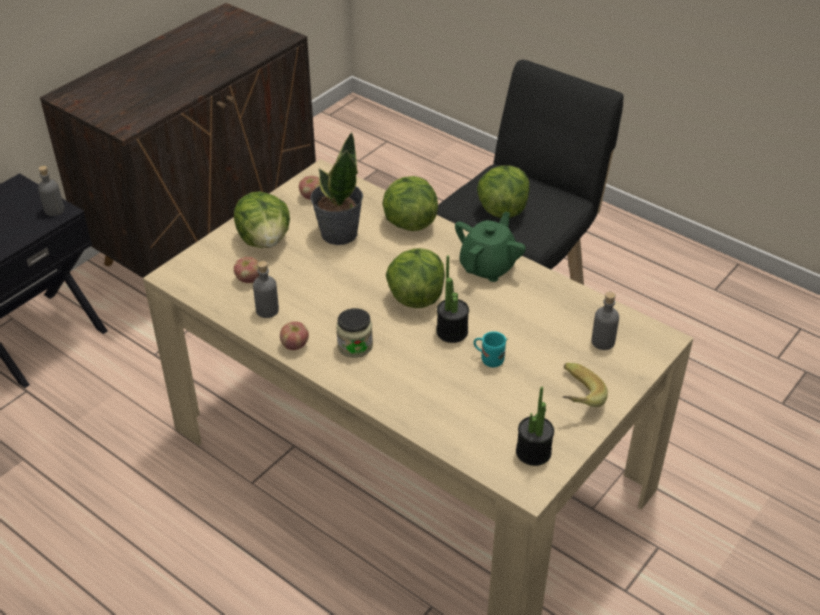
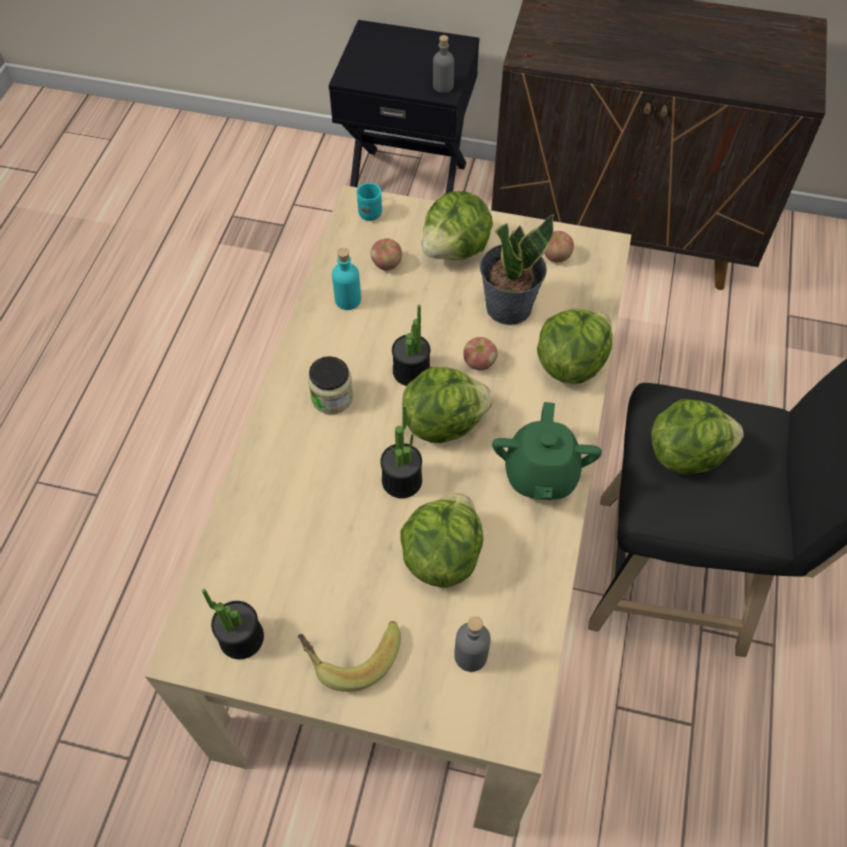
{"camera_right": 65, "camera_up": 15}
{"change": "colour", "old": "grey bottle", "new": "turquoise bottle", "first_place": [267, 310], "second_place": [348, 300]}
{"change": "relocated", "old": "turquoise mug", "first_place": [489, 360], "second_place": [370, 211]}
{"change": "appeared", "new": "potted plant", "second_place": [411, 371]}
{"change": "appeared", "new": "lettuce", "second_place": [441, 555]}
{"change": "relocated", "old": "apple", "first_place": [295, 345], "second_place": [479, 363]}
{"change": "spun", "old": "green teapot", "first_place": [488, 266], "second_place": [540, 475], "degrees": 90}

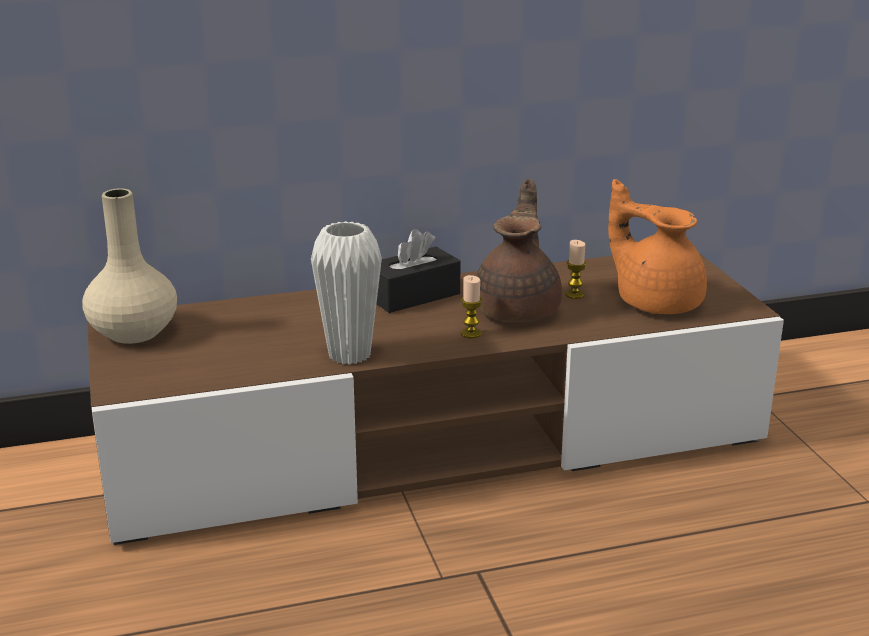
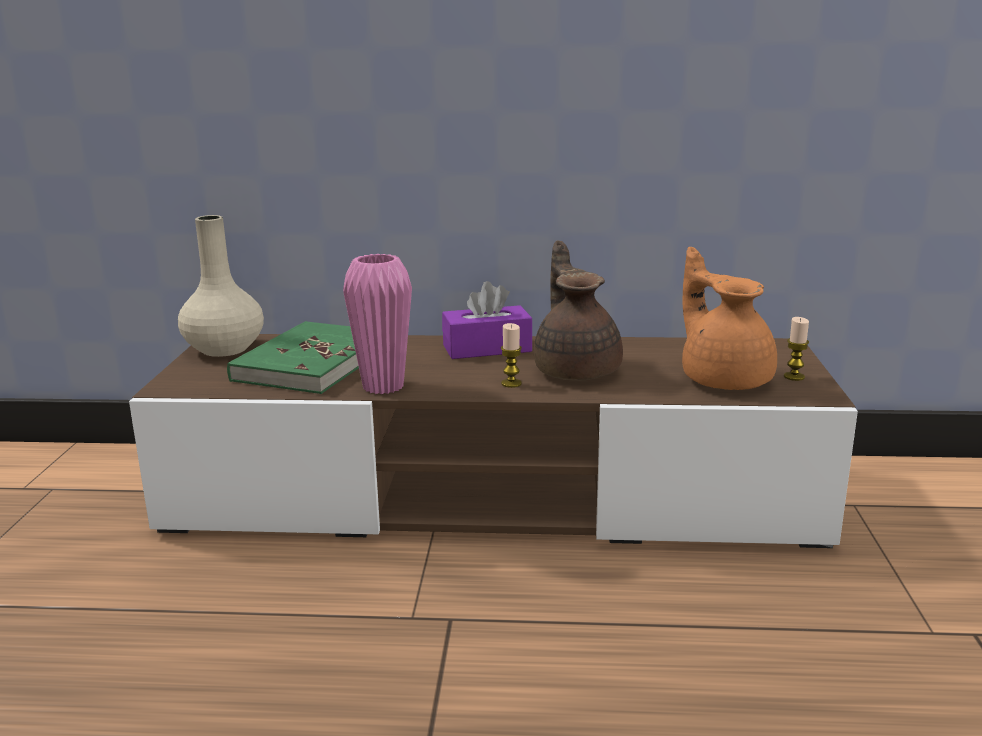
{"camera_right": 20, "camera_up": -5}
{"change": "appeared", "new": "green book", "second_place": [312, 363]}
{"change": "colour", "old": "white vase", "new": "pink vase", "first_place": [349, 355], "second_place": [383, 386]}
{"change": "colour", "old": "black tissue box", "new": "purple tissue box", "first_place": [413, 295], "second_place": [487, 348]}
{"change": "spun", "old": "brown teapot", "first_place": [519, 310], "second_place": [576, 370], "degrees": -45}
{"change": "relocated", "old": "candle", "first_place": [574, 295], "second_place": [794, 377]}

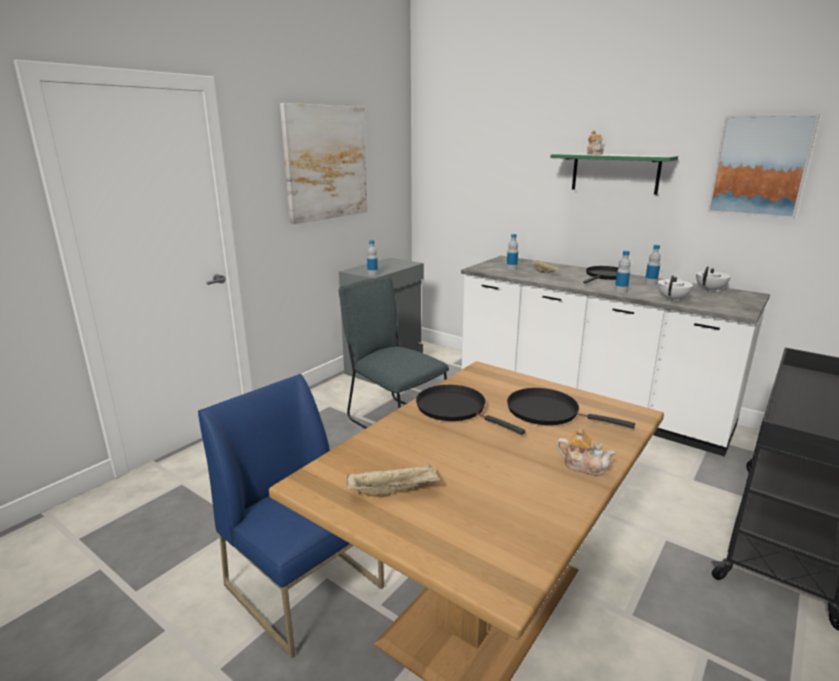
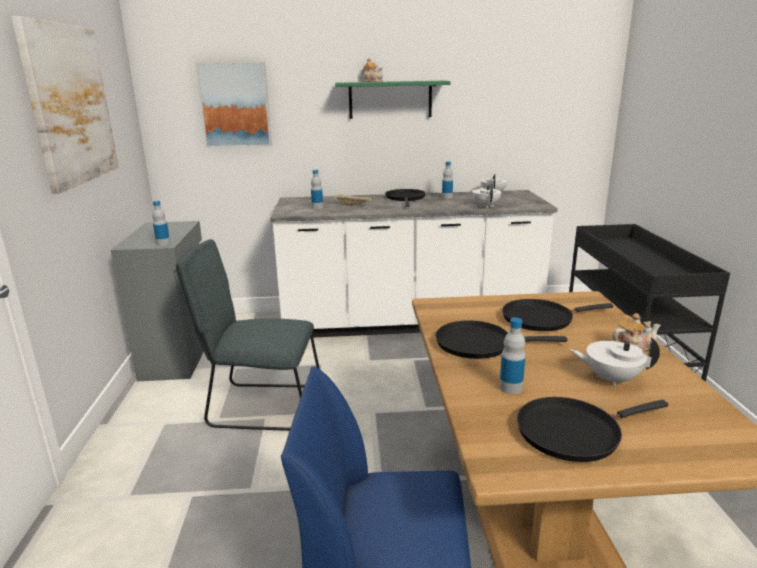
{"camera_right": -40, "camera_up": 0}
{"change": "relocated", "old": "picture", "first_place": [760, 166], "second_place": [235, 105]}
{"change": "relocated", "old": "bottle", "first_place": [620, 291], "second_place": [510, 388]}
{"change": "exchanged", "old": "beige tray", "new": "black frying pan", "first_place": [394, 491], "second_place": [573, 432]}
{"change": "appeared", "new": "white teapot", "second_place": [611, 378]}

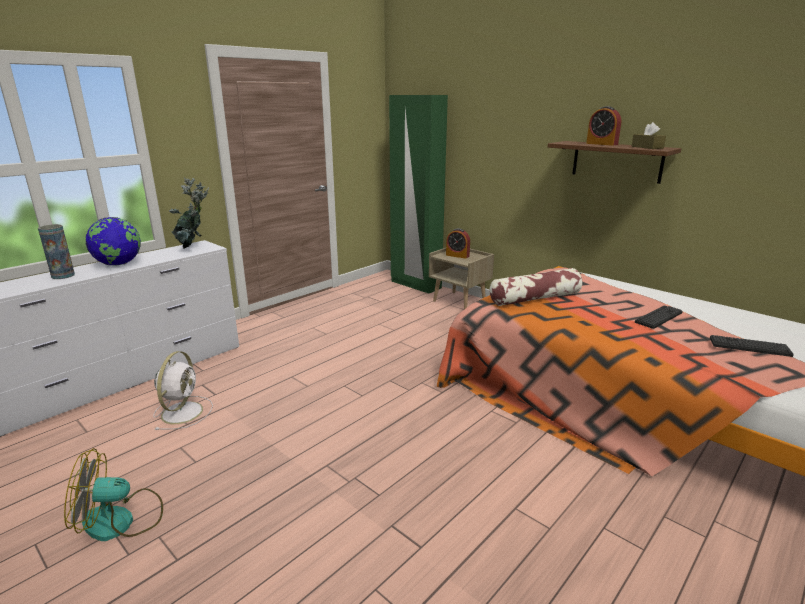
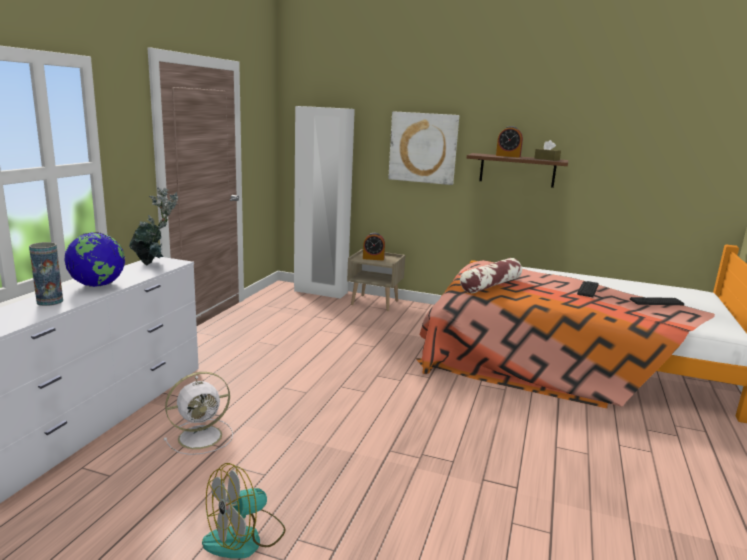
{"camera_right": -25, "camera_up": -5}
{"change": "spun", "old": "white fan", "first_place": [183, 411], "second_place": [202, 436], "degrees": 75}
{"change": "colour", "old": "green wardrobe", "new": "white wardrobe", "first_place": [415, 285], "second_place": [320, 292]}
{"change": "appeared", "new": "picture", "second_place": [423, 148]}

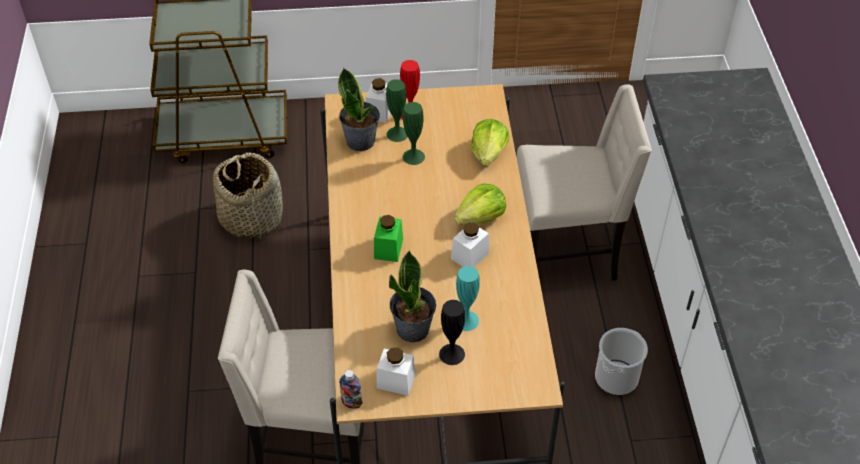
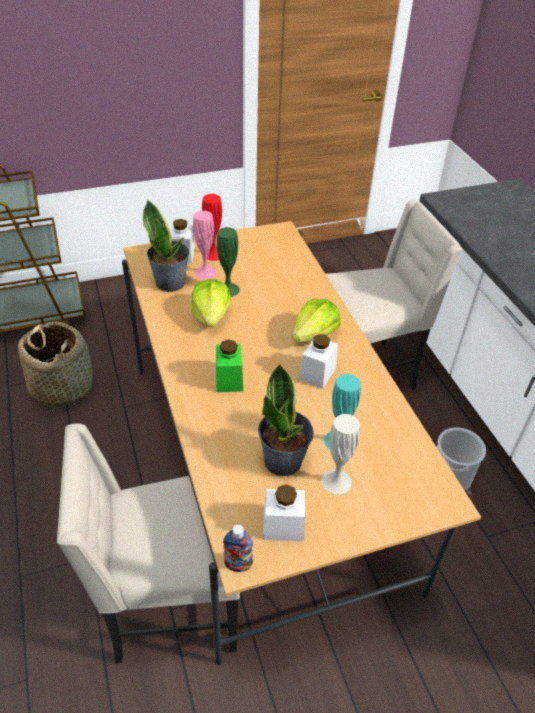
{"camera_right": -15, "camera_up": -5}
{"change": "relocated", "old": "lettuce", "first_place": [489, 152], "second_place": [211, 315]}
{"change": "colour", "old": "green vase", "new": "pink vase", "first_place": [397, 134], "second_place": [205, 272]}
{"change": "colour", "old": "black vase", "new": "white vase", "first_place": [452, 354], "second_place": [336, 481]}

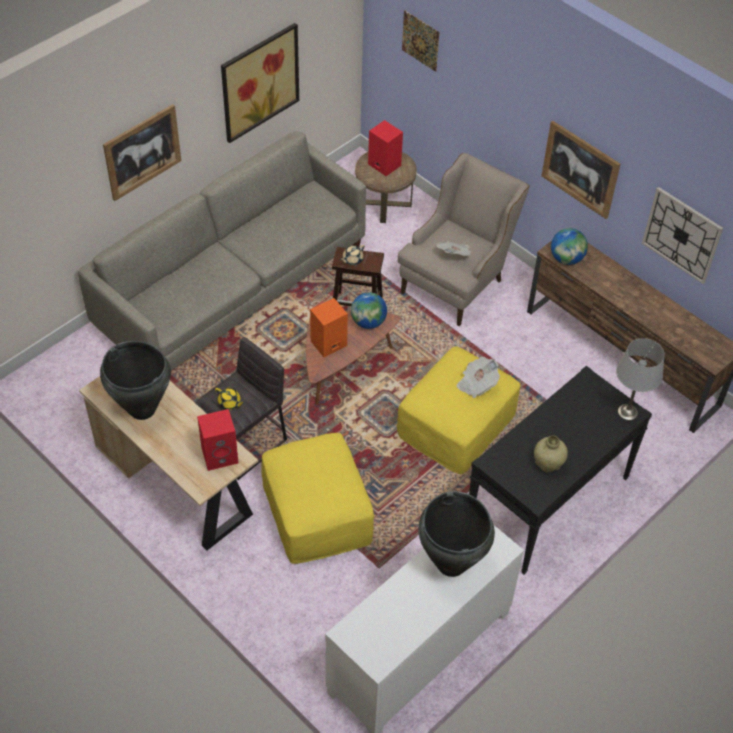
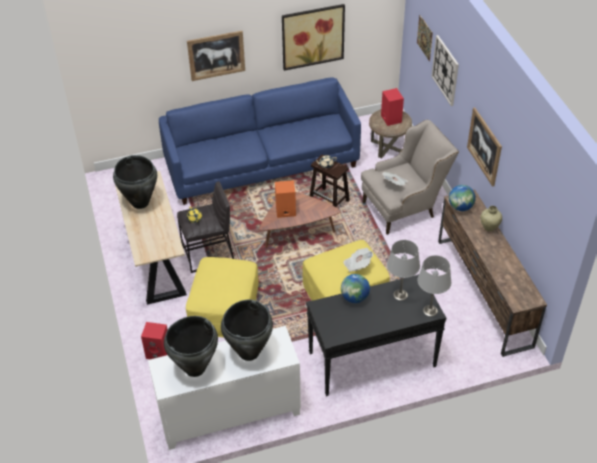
{"camera_right": 30, "camera_up": -5}
{"change": "relocated", "old": "red speaker", "first_place": [220, 455], "second_place": [159, 352]}
{"change": "colour", "old": "grey sofa", "new": "blue sofa", "first_place": [231, 286], "second_place": [261, 163]}
{"change": "appeared", "new": "black vase", "second_place": [195, 368]}
{"change": "relocated", "old": "globe", "first_place": [368, 322], "second_place": [354, 298]}
{"change": "appeared", "new": "grey table lamp", "second_place": [400, 294]}
{"change": "relocated", "old": "wall clock", "first_place": [682, 235], "second_place": [445, 70]}
{"change": "relocated", "old": "beige vase", "first_place": [548, 465], "second_place": [489, 227]}

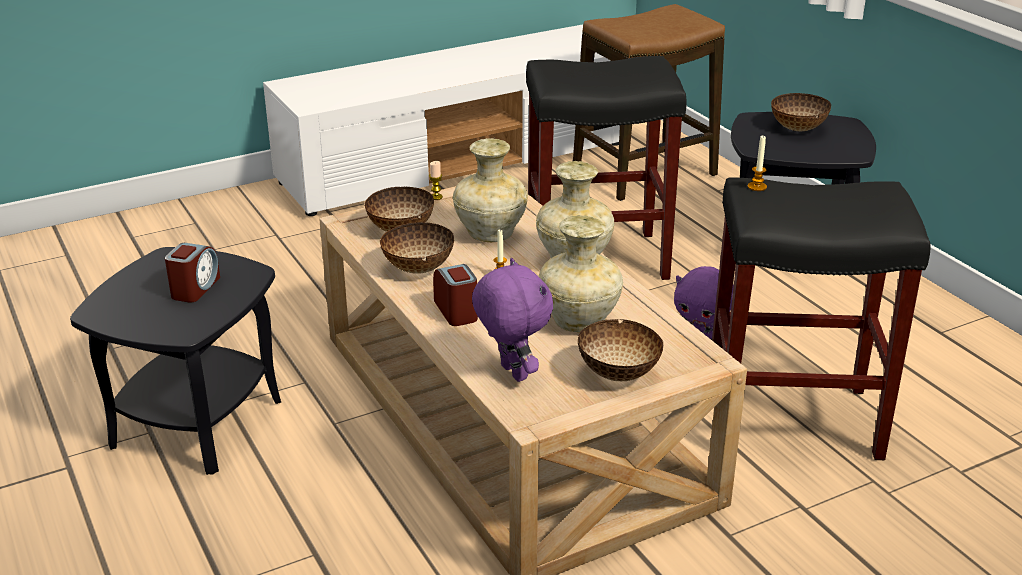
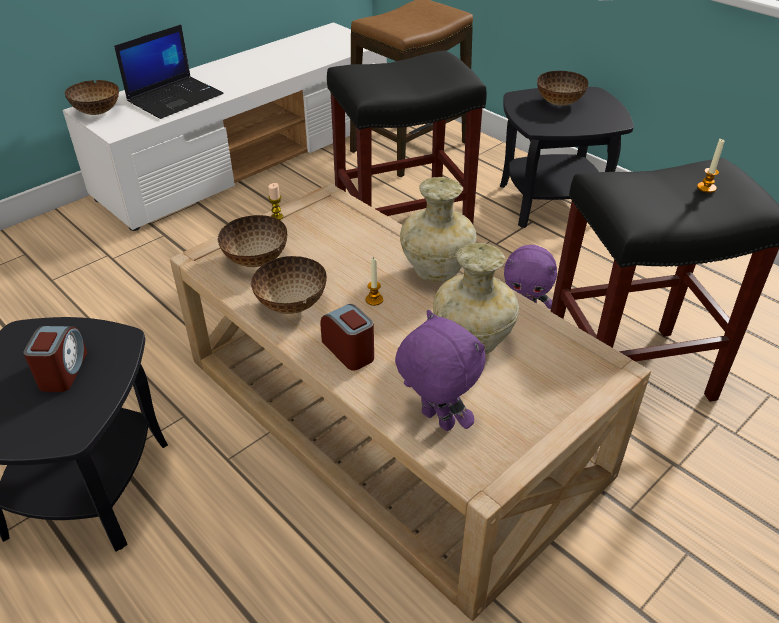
{"camera_right": -15, "camera_up": 10}
{"change": "relocated", "old": "bowl", "first_place": [619, 374], "second_place": [98, 112]}
{"change": "appeared", "new": "laptop", "second_place": [175, 97]}
{"change": "relocated", "old": "candle", "first_place": [757, 187], "second_place": [706, 188]}
{"change": "missing", "old": "beige vase", "first_place": [491, 235]}

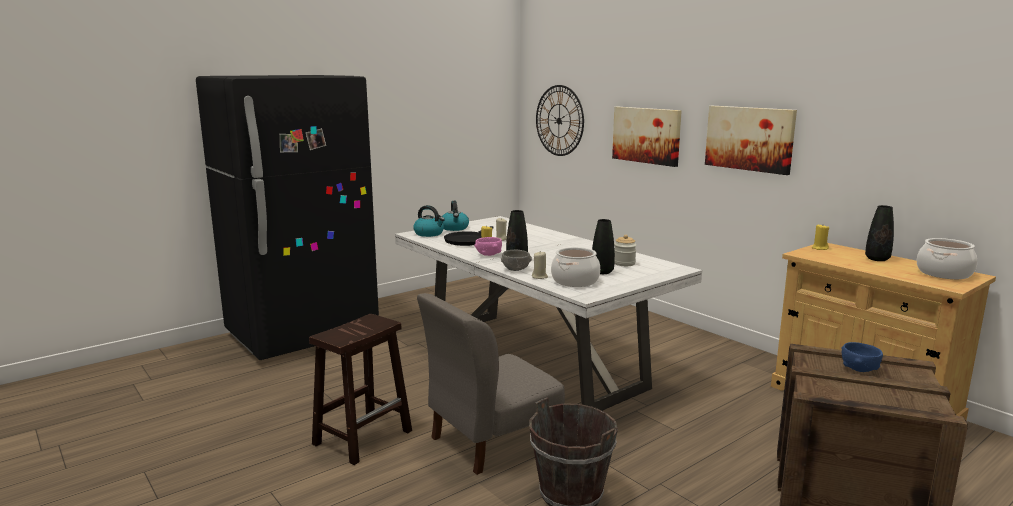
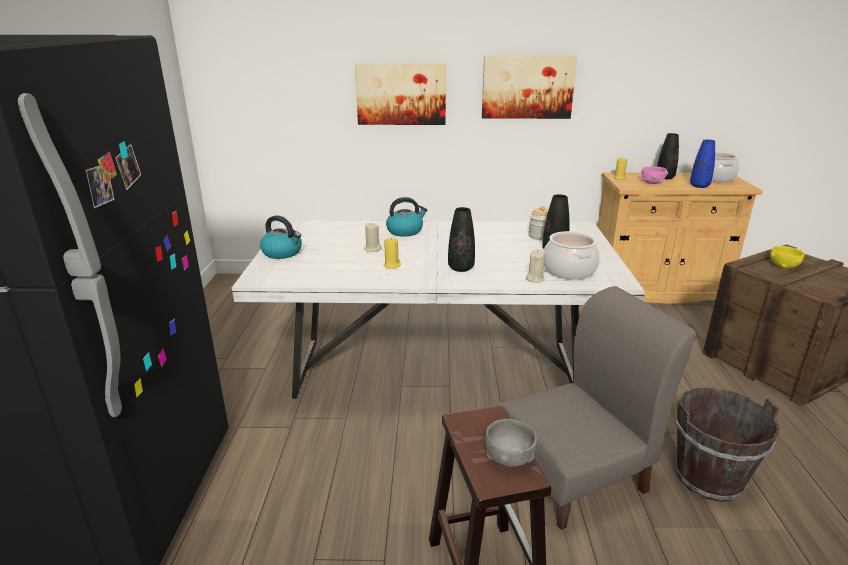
{"camera_right": -50, "camera_up": 10}
{"change": "relocated", "old": "kettle", "first_place": [429, 234], "second_place": [405, 231]}
{"change": "relocated", "old": "grey bowl", "first_place": [515, 269], "second_place": [509, 458]}
{"change": "spun", "old": "grey chair", "first_place": [491, 440], "second_place": [574, 477], "degrees": -120}
{"change": "relocated", "old": "pink bowl", "first_place": [488, 255], "second_place": [652, 183]}
{"change": "appeared", "new": "blue vase", "second_place": [699, 186]}
{"change": "colour", "old": "blue bowl", "new": "yellow bowl", "first_place": [859, 369], "second_place": [783, 266]}
{"change": "missing", "old": "black frying pan", "first_place": [467, 240]}
{"change": "missing", "old": "wall clock", "first_place": [559, 120]}

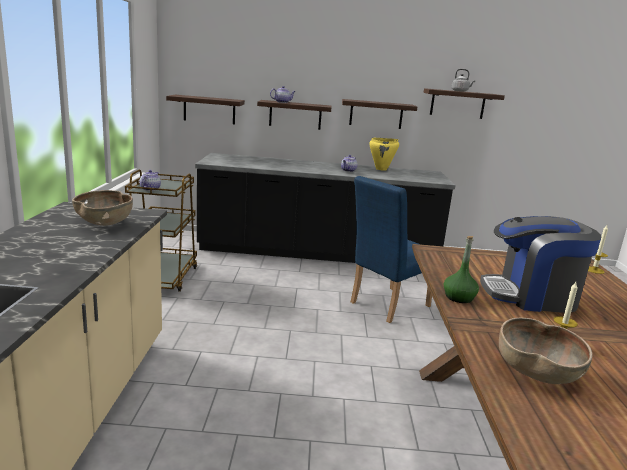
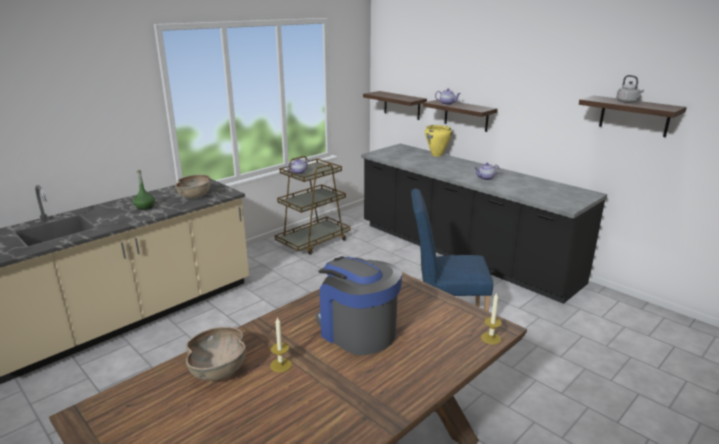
{"camera_right": 45, "camera_up": 5}
{"change": "relocated", "old": "green bottle", "first_place": [458, 298], "second_place": [145, 207]}
{"change": "relocated", "old": "yellow cooking pot", "first_place": [381, 169], "second_place": [437, 155]}
{"change": "missing", "old": "shelf", "first_place": [376, 114]}

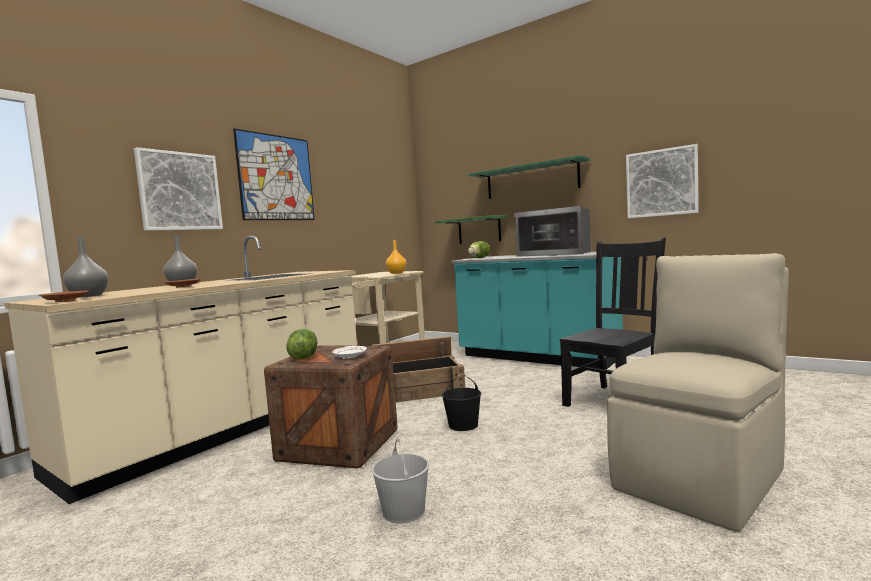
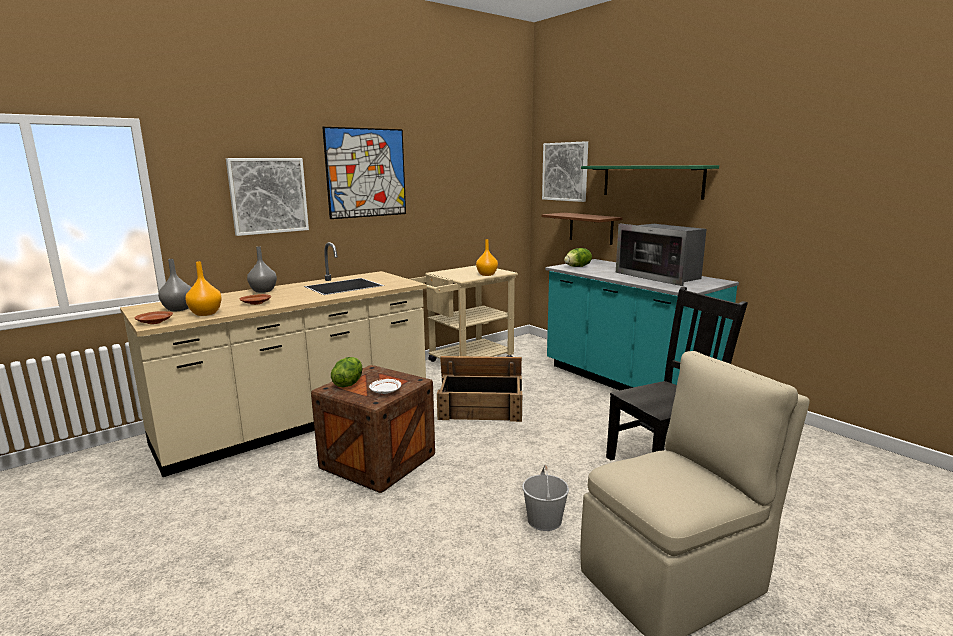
{"camera_right": 15, "camera_up": 10}
{"change": "appeared", "new": "orange vase", "second_place": [206, 313]}
{"change": "relocated", "old": "white bucket", "first_place": [403, 510], "second_place": [544, 519]}
{"change": "colour", "old": "green shelf", "new": "brown shelf", "first_place": [479, 230], "second_place": [591, 228]}
{"change": "relocated", "old": "picture", "first_place": [661, 183], "second_place": [565, 171]}
{"change": "missing", "old": "black bucket", "first_place": [463, 425]}

